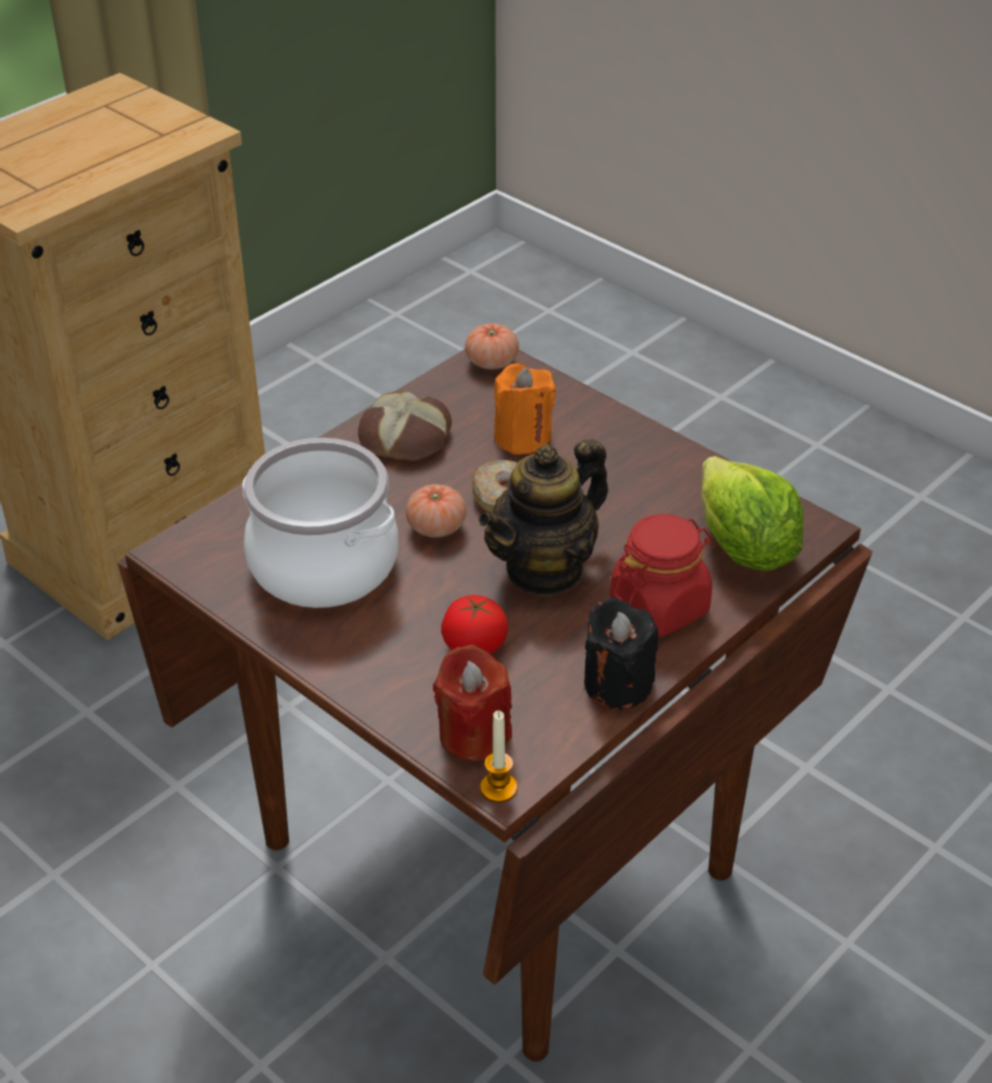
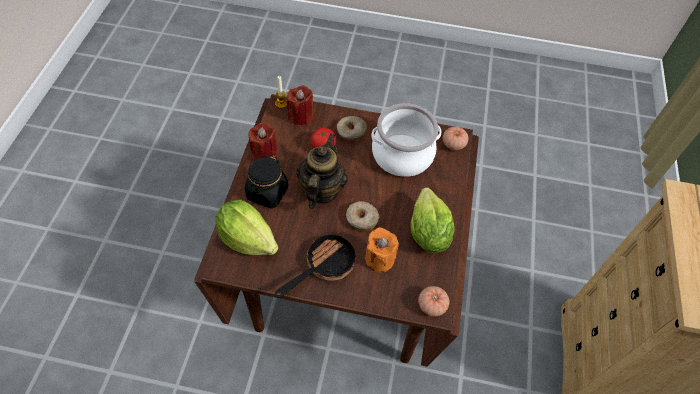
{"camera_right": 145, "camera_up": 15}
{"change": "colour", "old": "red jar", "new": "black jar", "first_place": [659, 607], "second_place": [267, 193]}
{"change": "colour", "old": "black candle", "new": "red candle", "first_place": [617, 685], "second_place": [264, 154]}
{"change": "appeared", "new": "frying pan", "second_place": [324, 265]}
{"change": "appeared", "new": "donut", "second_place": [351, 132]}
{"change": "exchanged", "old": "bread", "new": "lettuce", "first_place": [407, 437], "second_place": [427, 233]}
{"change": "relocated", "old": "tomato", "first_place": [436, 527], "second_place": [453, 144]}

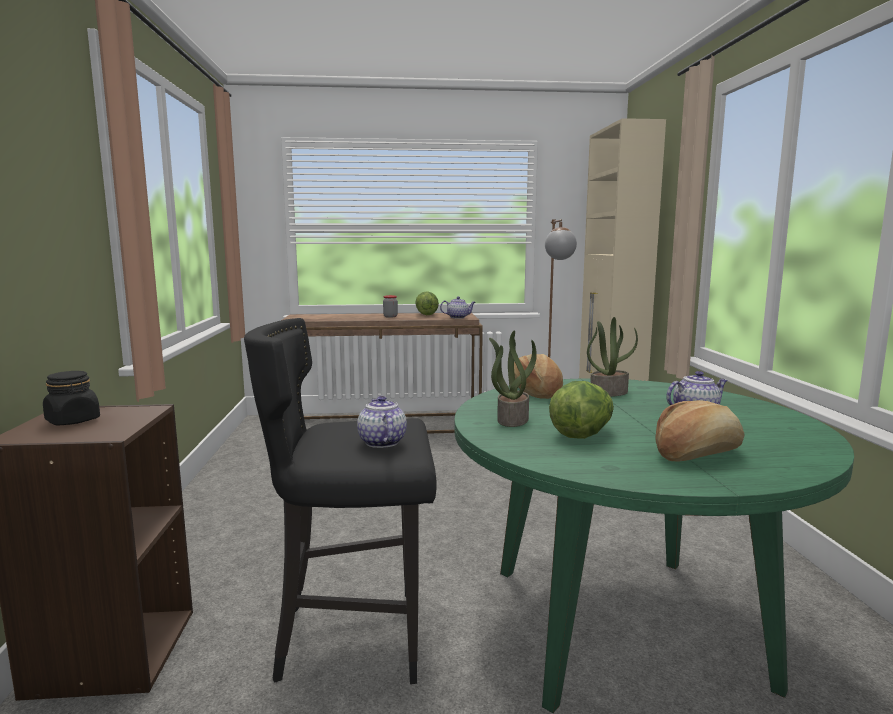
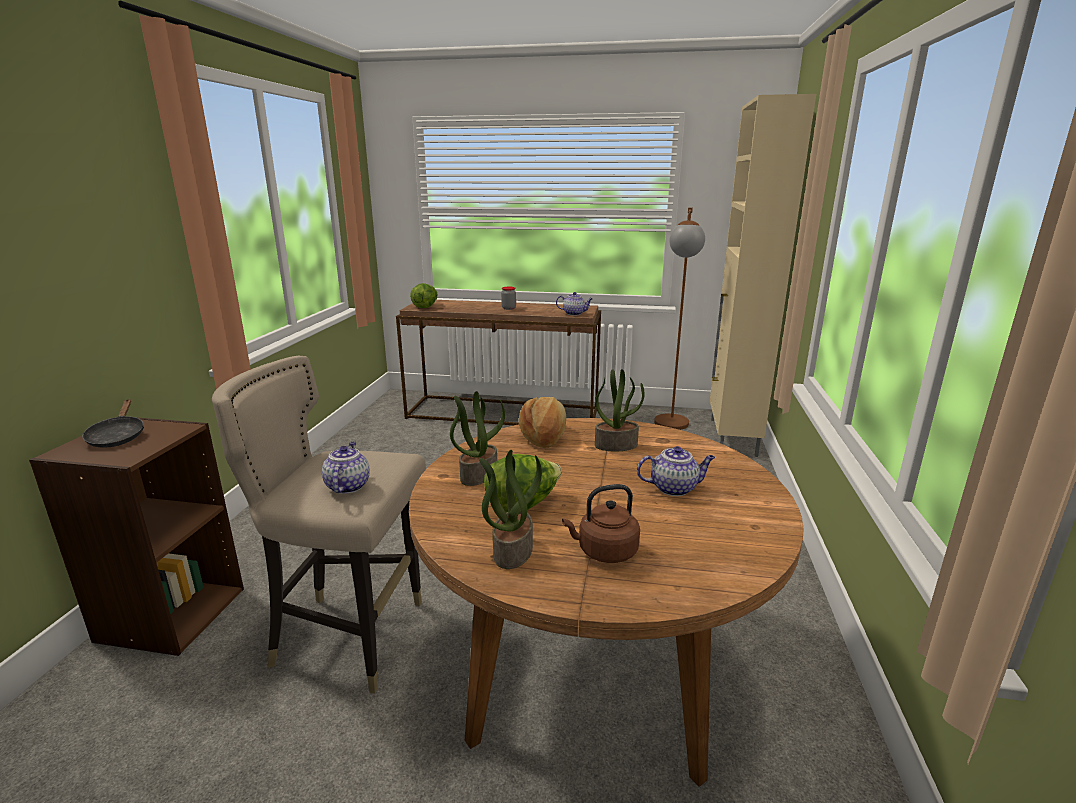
{"camera_right": 15, "camera_up": 10}
{"change": "exchanged", "old": "black jar", "new": "black frying pan", "first_place": [73, 421], "second_place": [117, 436]}
{"change": "colour", "old": "black stool", "new": "beige stool", "first_place": [354, 636], "second_place": [351, 637]}
{"change": "colour", "old": "green dining table", "new": "brown dining table", "first_place": [622, 623], "second_place": [592, 672]}
{"change": "relocated", "old": "lettuce", "first_place": [426, 314], "second_place": [425, 306]}
{"change": "appeared", "new": "potted plant", "second_place": [512, 550]}
{"change": "exchanged", "old": "bread", "new": "brown kettle", "first_place": [696, 454], "second_place": [604, 552]}

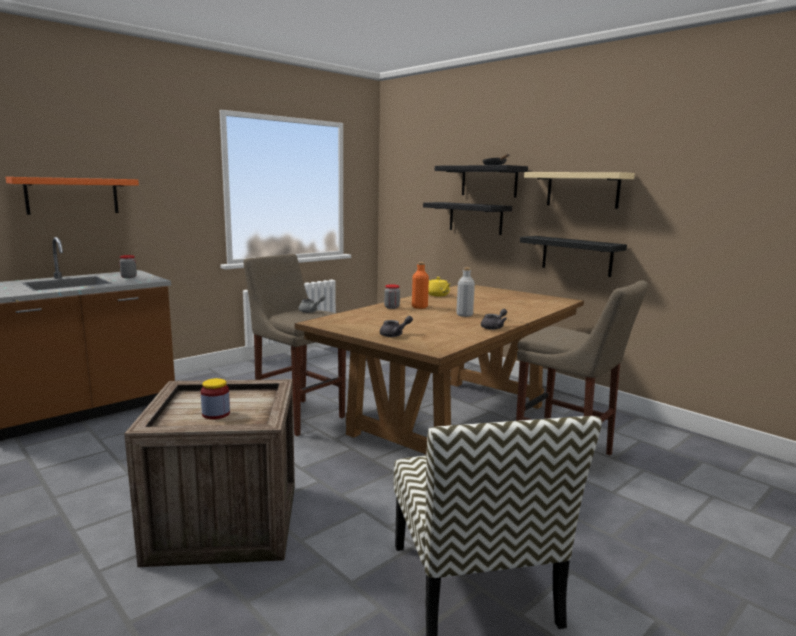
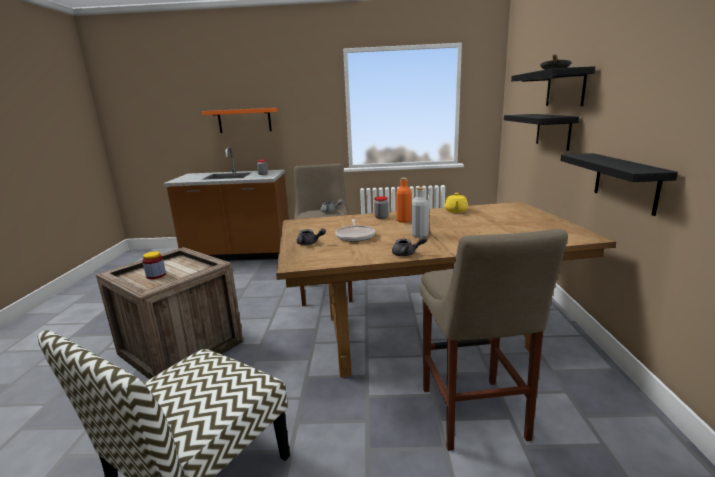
{"camera_right": 45, "camera_up": 5}
{"change": "appeared", "new": "frying pan", "second_place": [355, 236]}
{"change": "missing", "old": "beige shelf", "first_place": [582, 190]}

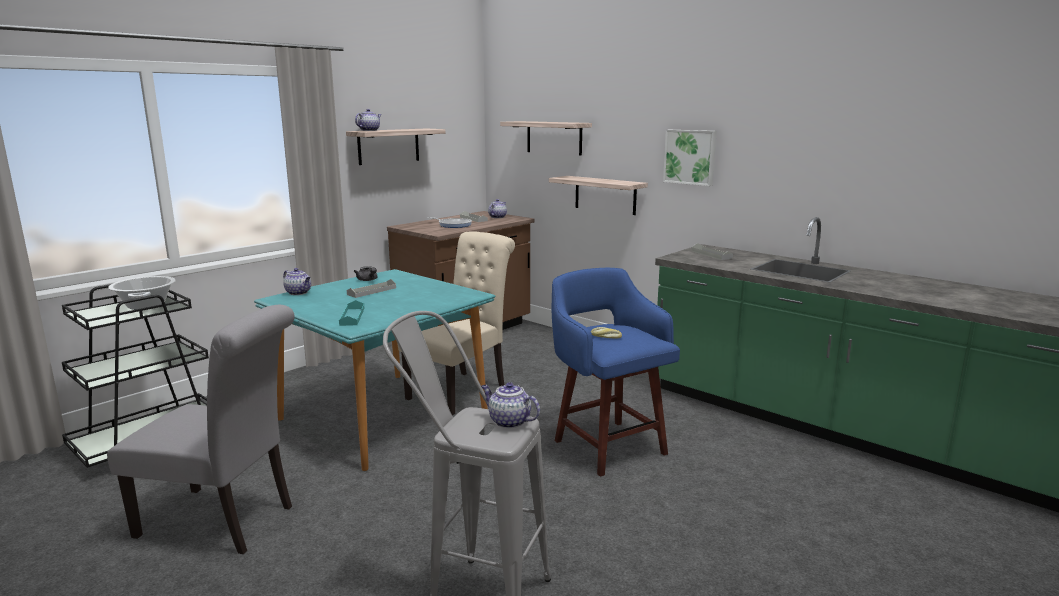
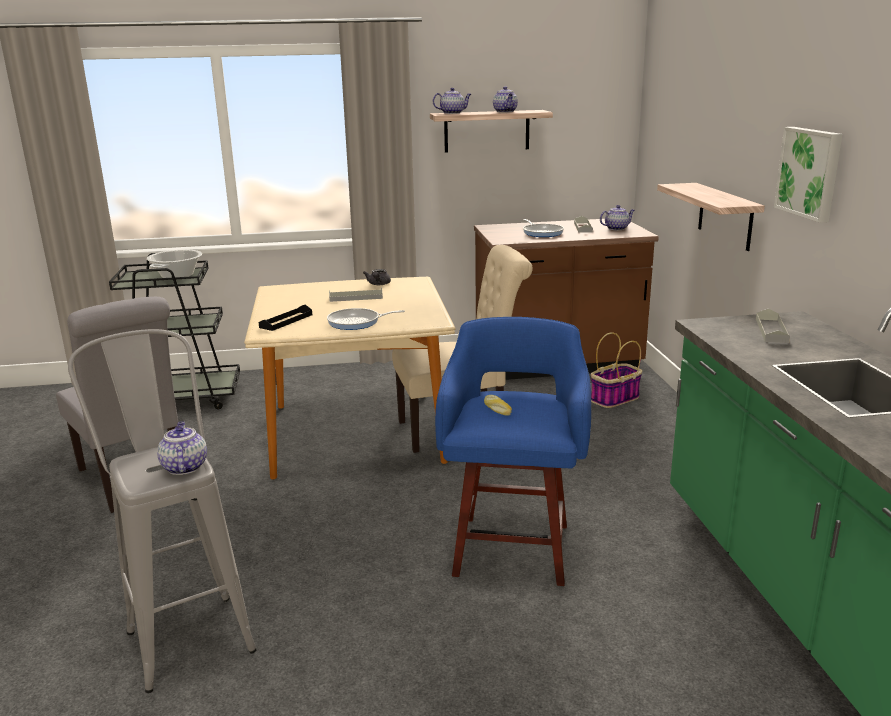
{"camera_right": 40, "camera_up": 5}
{"change": "colour", "old": "turquoise dining table", "new": "beige dining table", "first_place": [385, 417], "second_place": [357, 433]}
{"change": "colour", "old": "turquoise tray", "new": "black tray", "first_place": [352, 316], "second_place": [286, 321]}
{"change": "appeared", "new": "frying pan", "second_place": [357, 322]}
{"change": "relocated", "old": "teapot", "first_place": [299, 293], "second_place": [505, 112]}
{"change": "appeared", "new": "basket", "second_place": [614, 399]}
{"change": "missing", "old": "shelf", "first_place": [554, 137]}

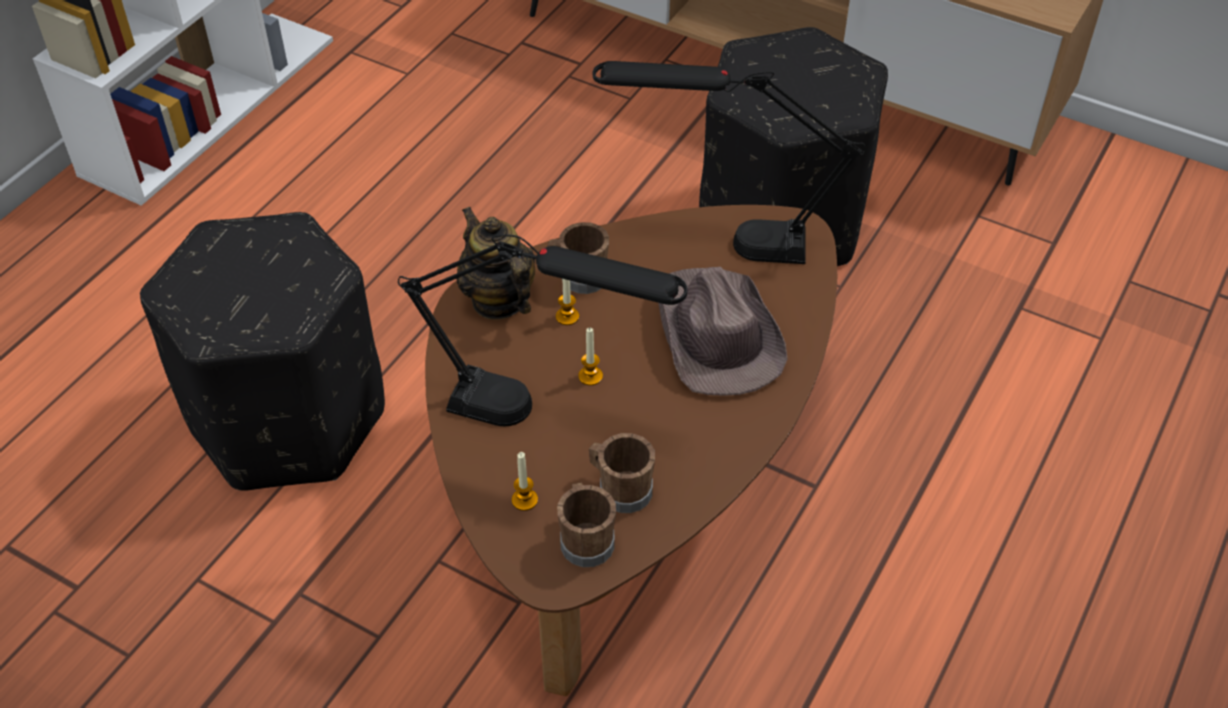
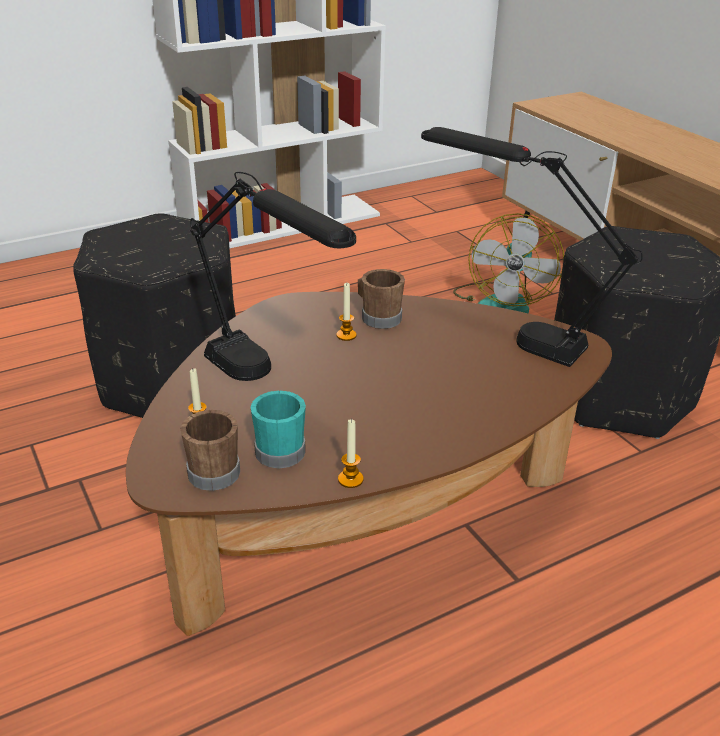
{"camera_right": 30, "camera_up": -15}
{"change": "colour", "old": "brown mug", "new": "turquoise mug", "first_place": [620, 489], "second_place": [278, 449]}
{"change": "relocated", "old": "candle", "first_place": [590, 376], "second_place": [350, 479]}
{"change": "appeared", "new": "fan", "second_place": [501, 305]}
{"change": "missing", "old": "teapot", "first_place": [498, 300]}
{"change": "missing", "old": "brown hat", "first_place": [715, 334]}

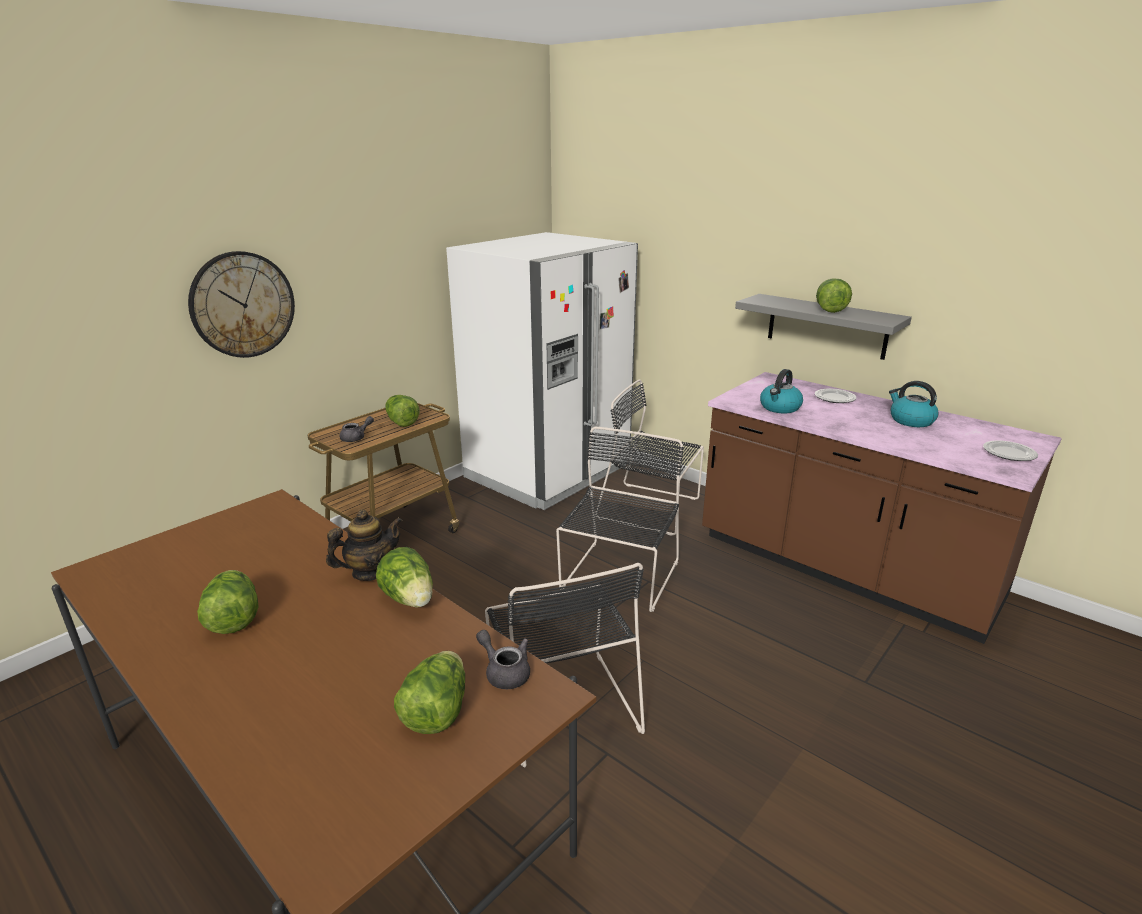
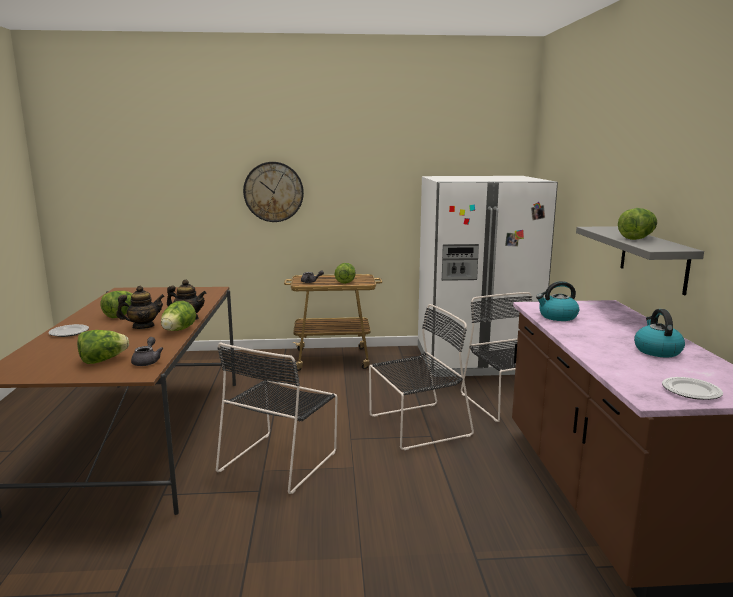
{"camera_right": 45, "camera_up": -10}
{"change": "relocated", "old": "plate", "first_place": [834, 398], "second_place": [69, 332]}
{"change": "appeared", "new": "teapot", "second_place": [143, 326]}

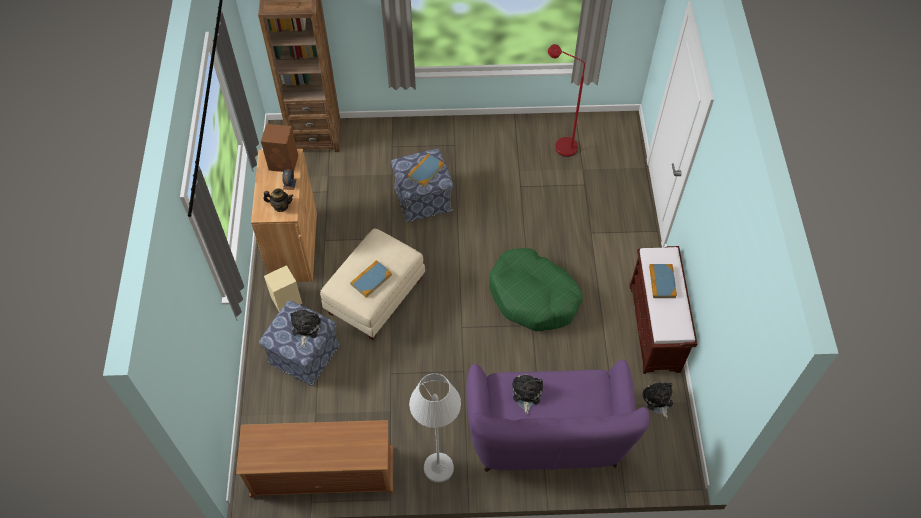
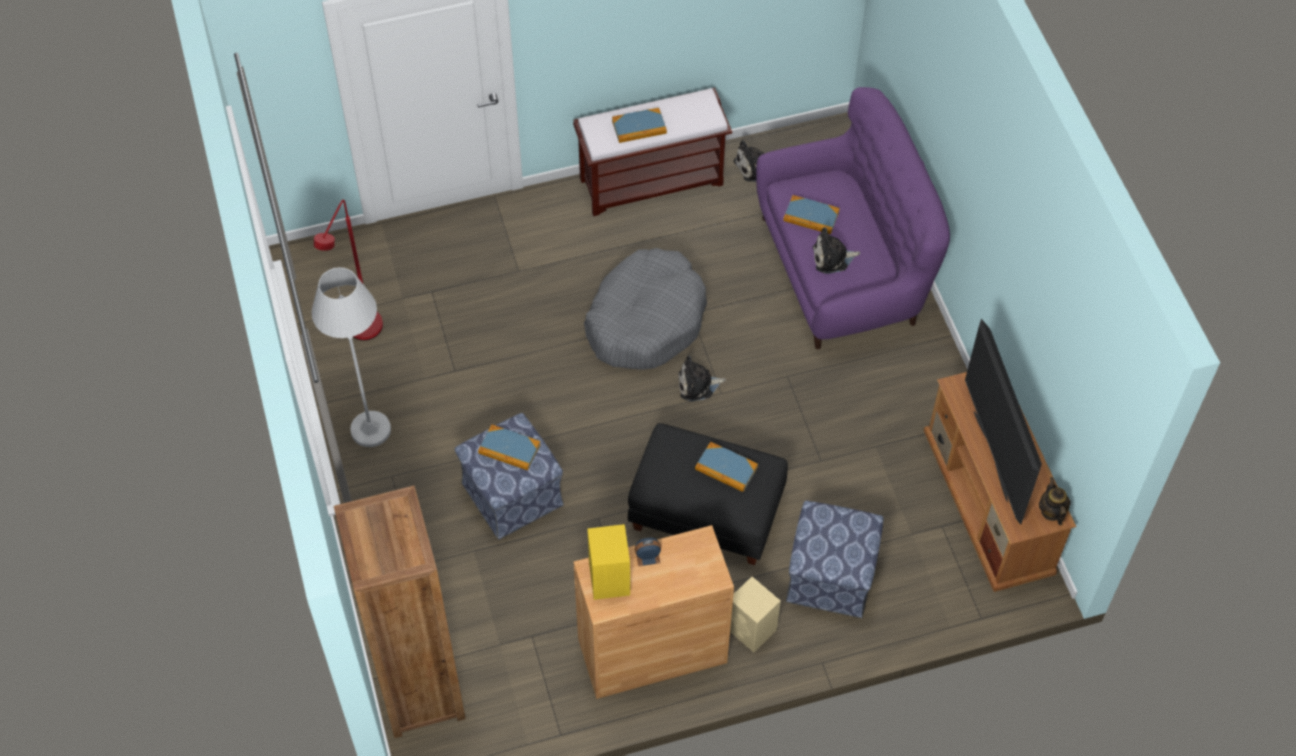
{"camera_right": -105, "camera_up": 0}
{"change": "relocated", "old": "white floor lamp", "first_place": [438, 468], "second_place": [370, 429]}
{"change": "colour", "old": "green dog bed", "new": "grey dog bed", "first_place": [533, 296], "second_place": [645, 320]}
{"change": "colour", "old": "brown speaker", "new": "yellow speaker", "first_place": [284, 162], "second_place": [609, 577]}
{"change": "colour", "old": "beige ottoman", "new": "black ottoman", "first_place": [375, 296], "second_place": [705, 513]}
{"change": "relocated", "old": "plush toy", "first_place": [305, 328], "second_place": [698, 385]}
{"change": "appeared", "new": "book", "second_place": [811, 216]}
{"change": "appeared", "new": "television", "second_place": [992, 455]}
{"change": "relocated", "old": "teapot", "first_place": [281, 206], "second_place": [1051, 511]}

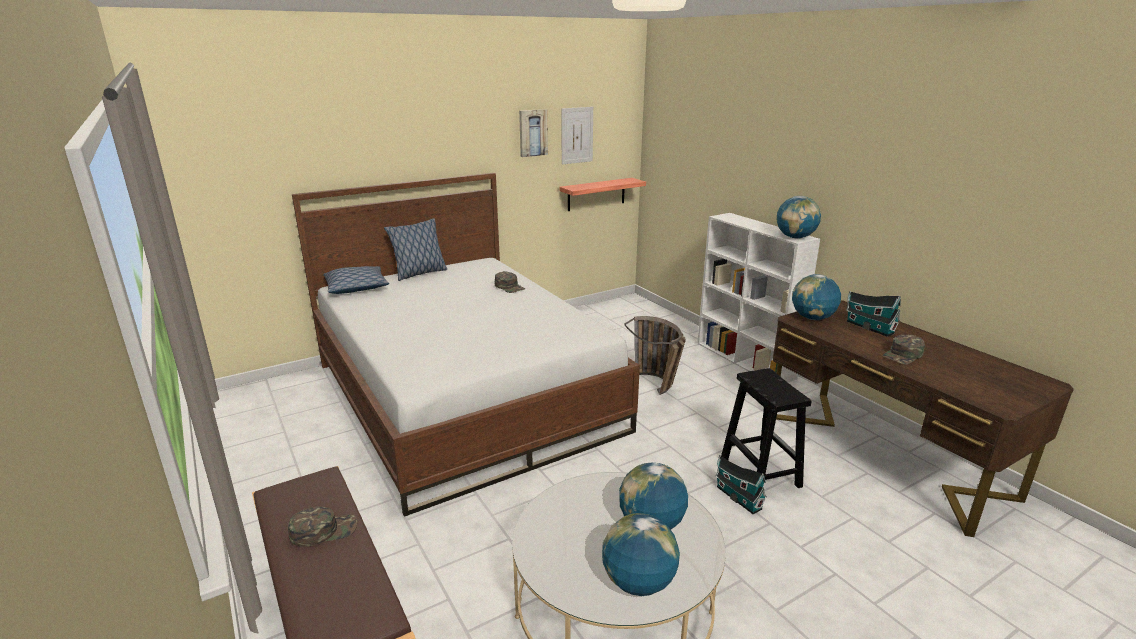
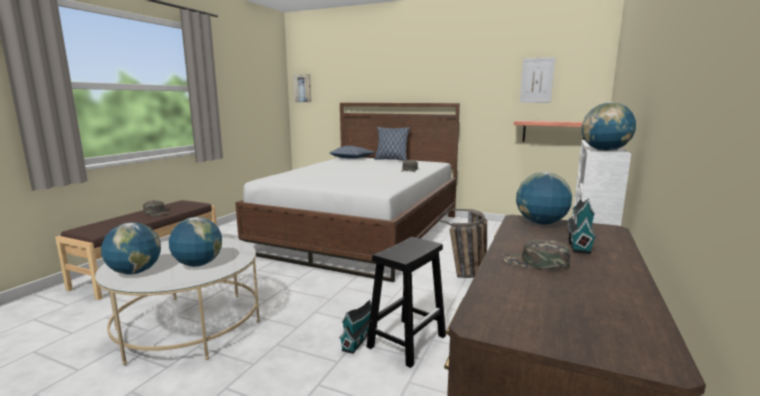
{"camera_right": 55, "camera_up": -10}
{"change": "relocated", "old": "picture", "first_place": [533, 132], "second_place": [303, 88]}

